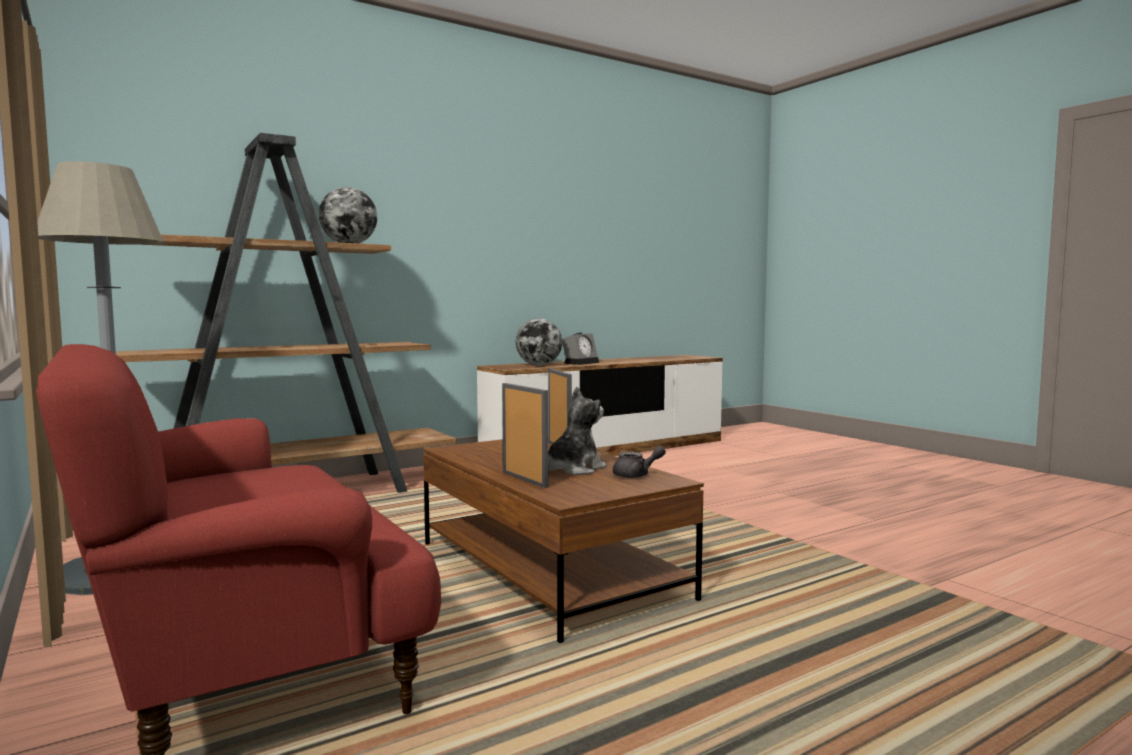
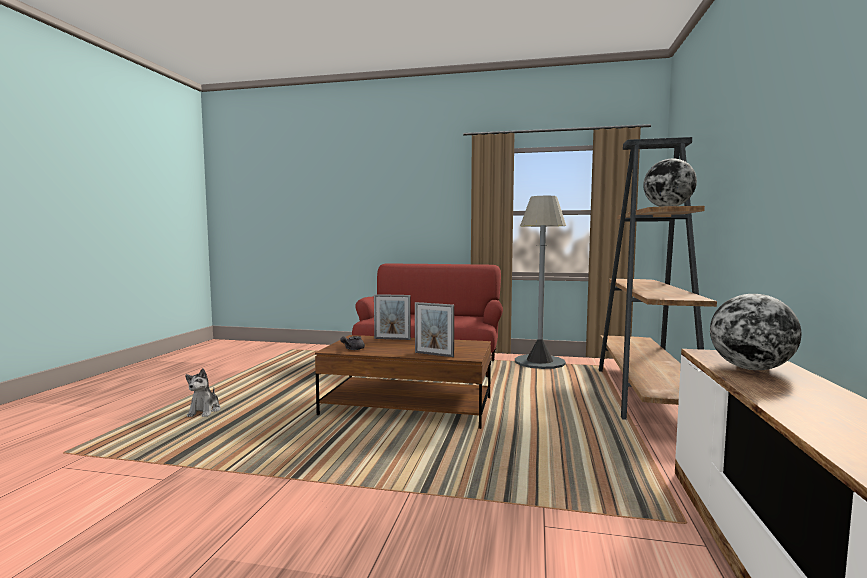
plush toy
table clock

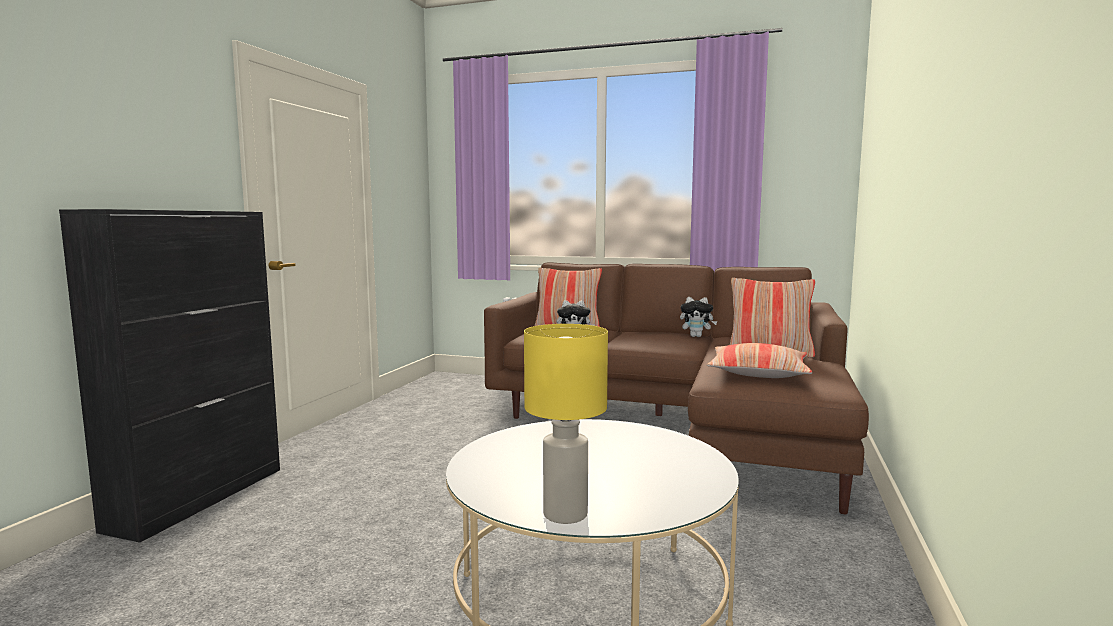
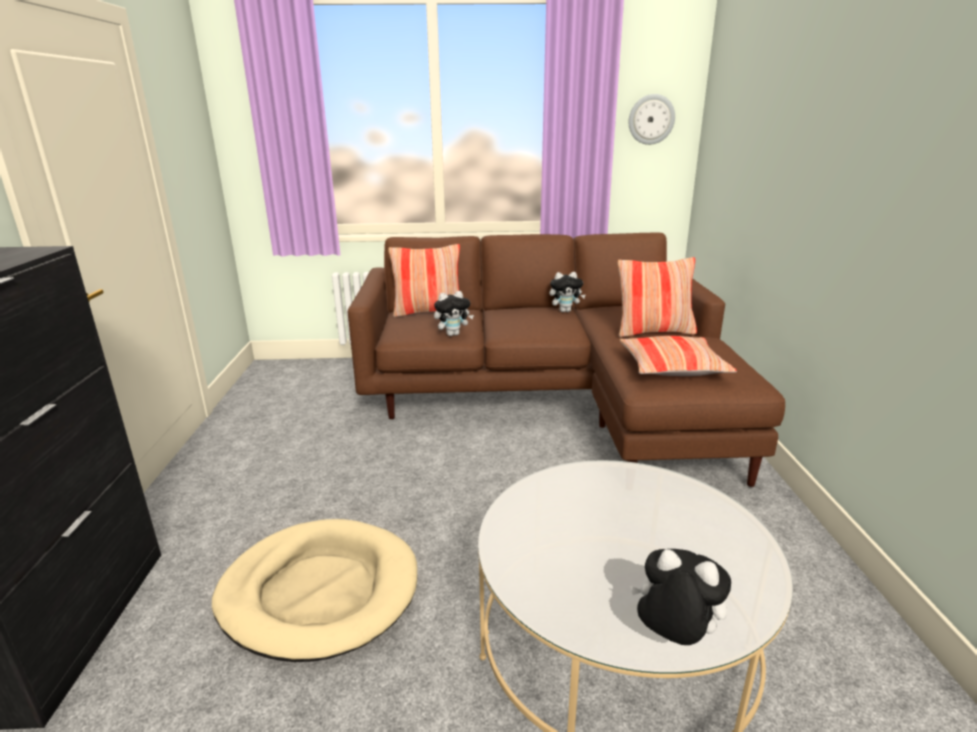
plush toy (3rd from left)
dog cushion (beige-coloured)
wall clock

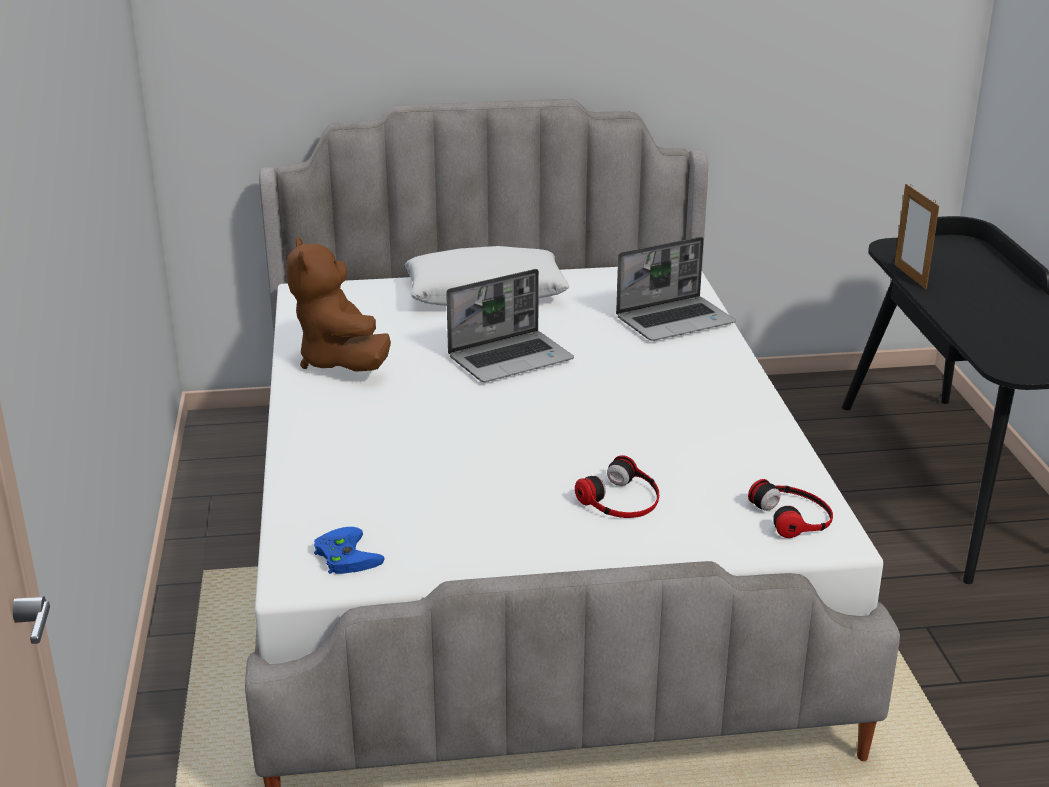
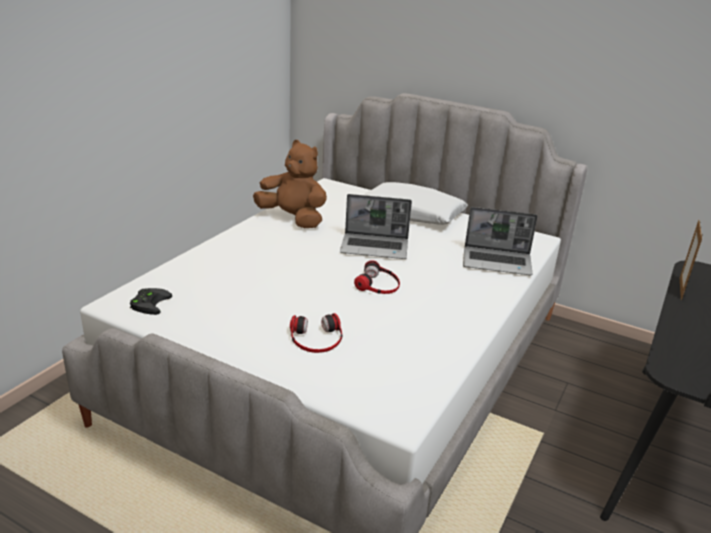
plush toy (brownish)
joypad (black)
pair of headphones (2nd from left)

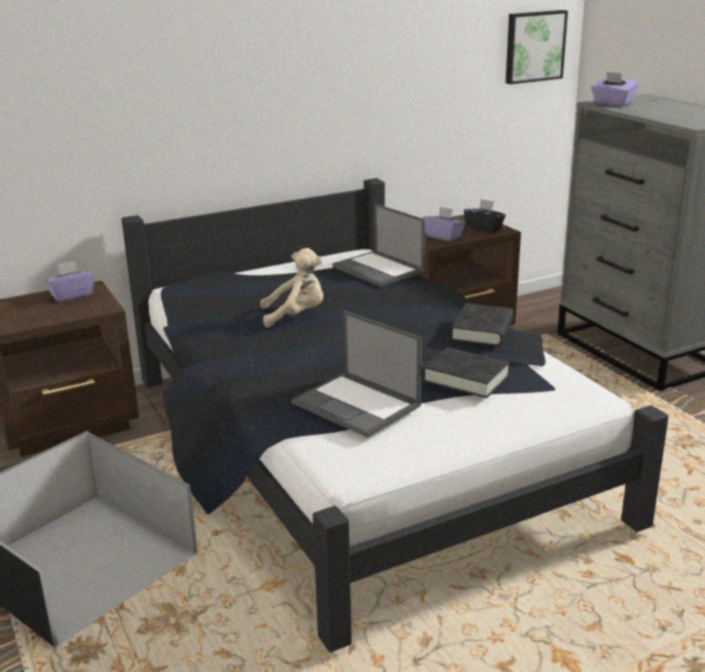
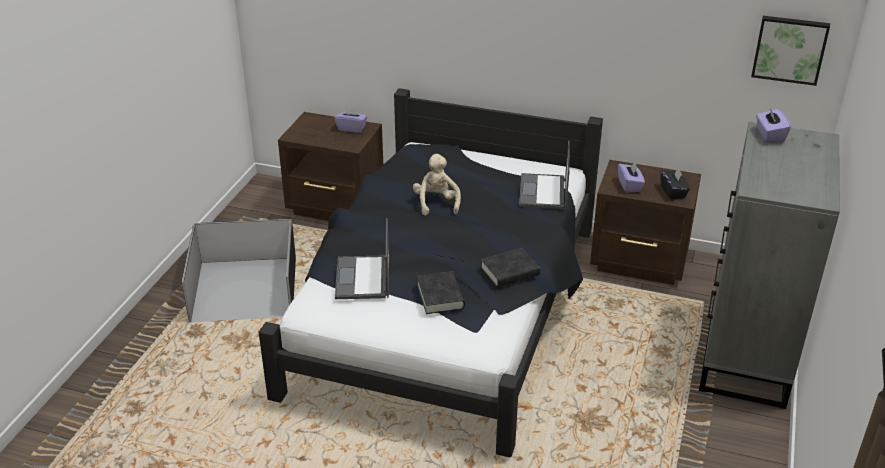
plush toy (beige-coloured)

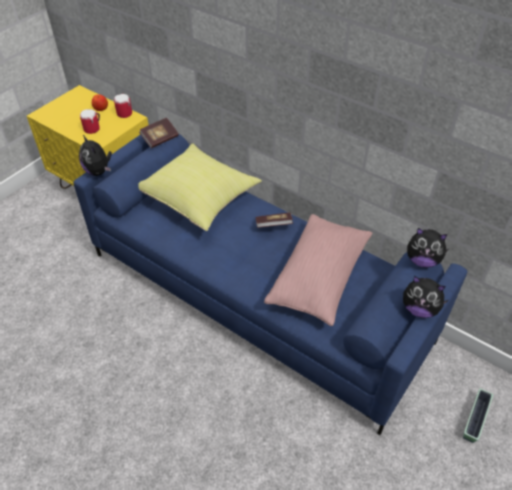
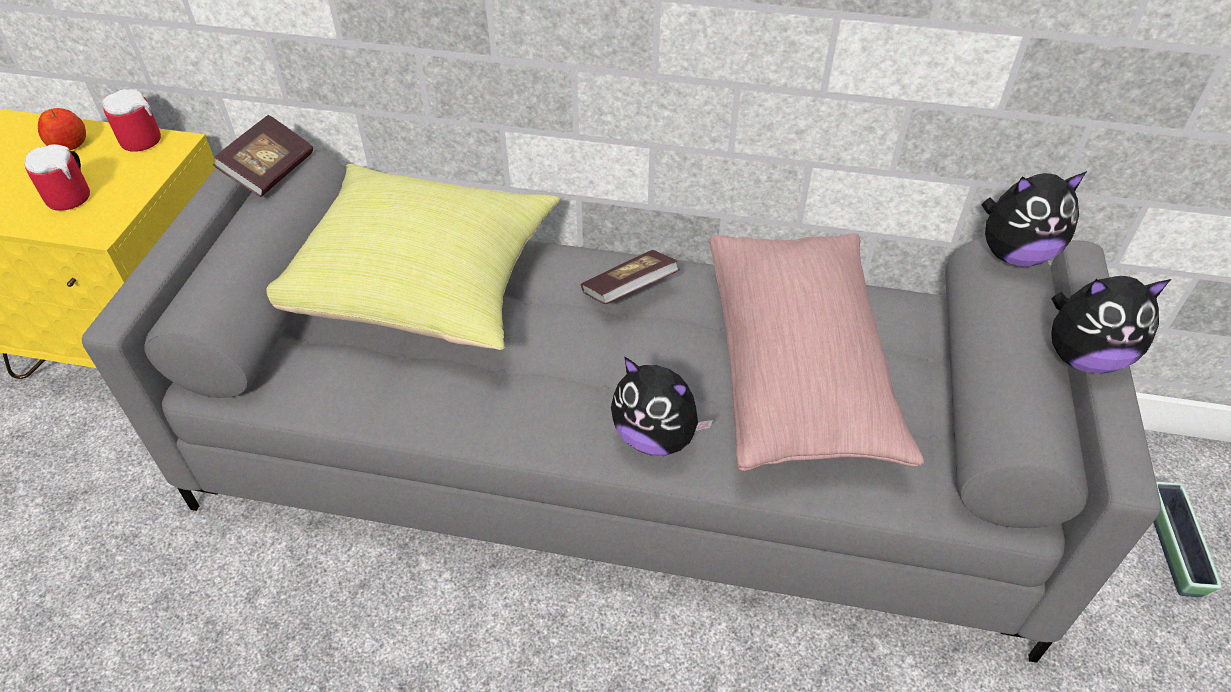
settee (greyish)
plush toy (1st from left)

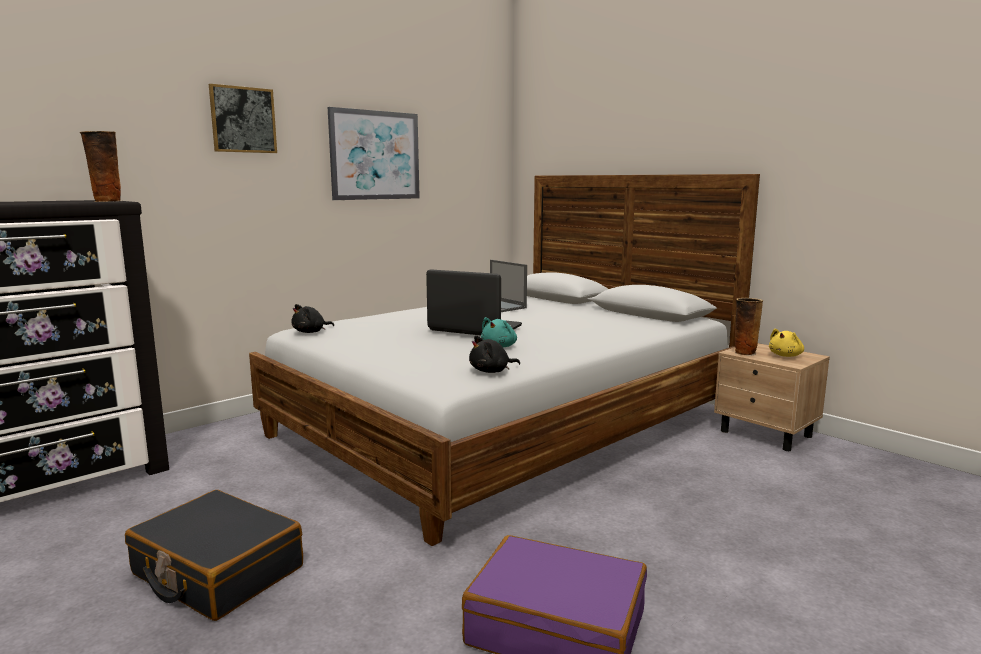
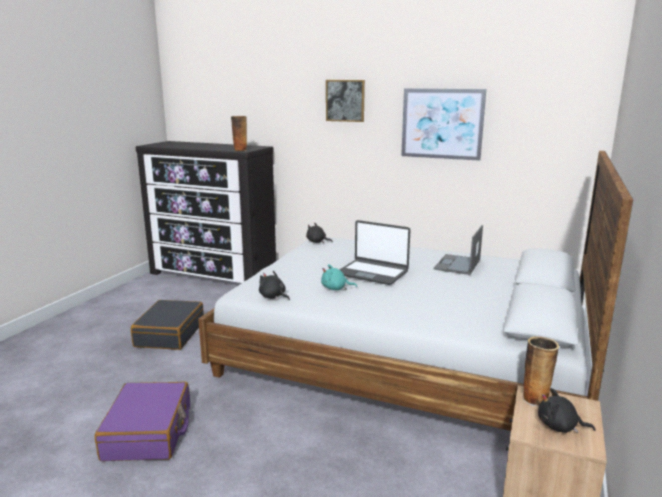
notebook computer (1st from left)
plush toy (black) (3rd from left)

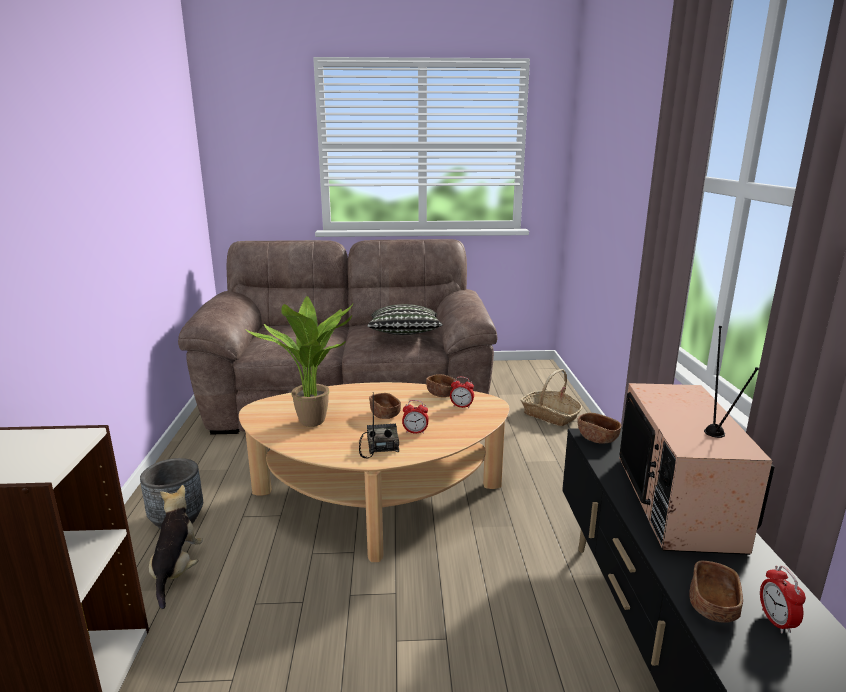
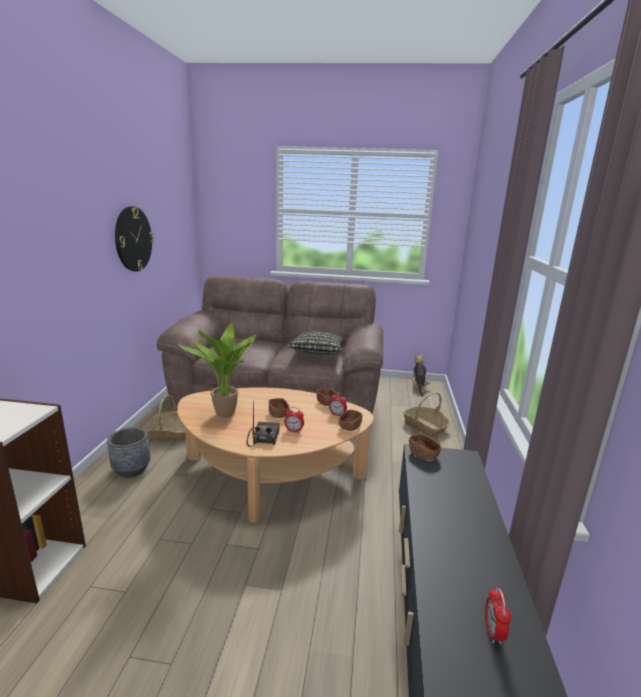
plush toy
TV set
deep dish (brownish) (3rd from left)
wall clock
storage basket (1st from left)

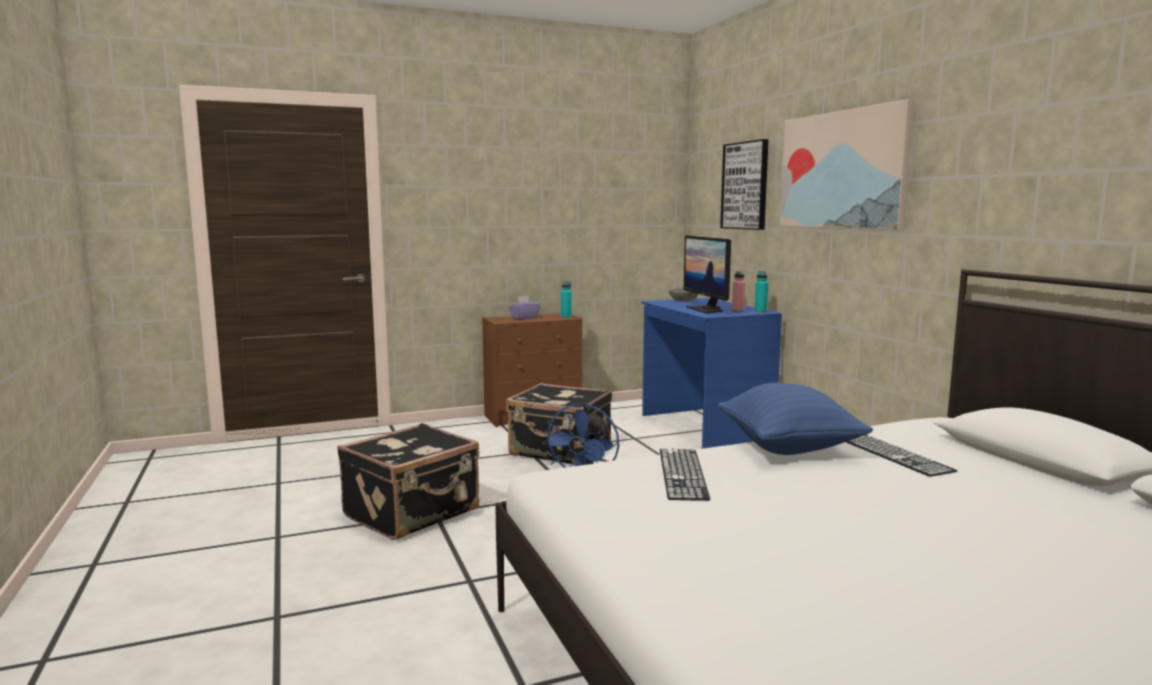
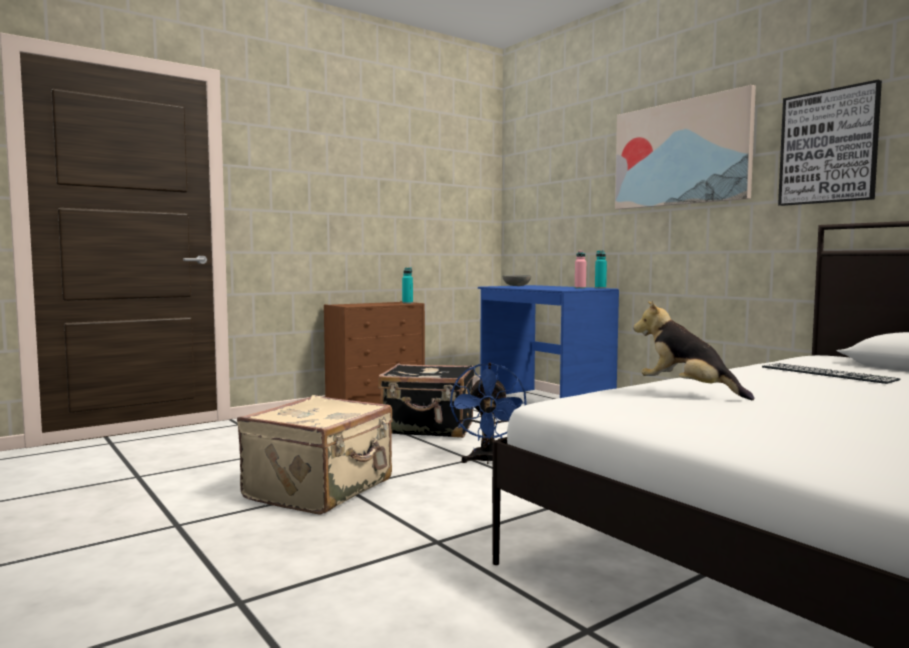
piece of luggage (beige-coloured)
box of tissues (purple)
plush toy
computer display
cushion (blue)
wall art (2nd from left)

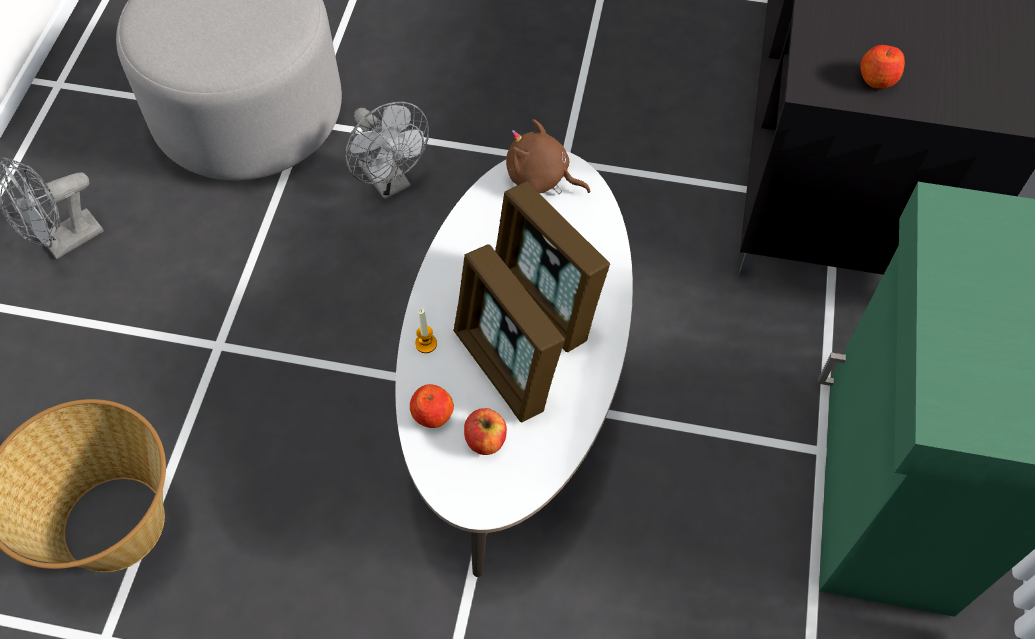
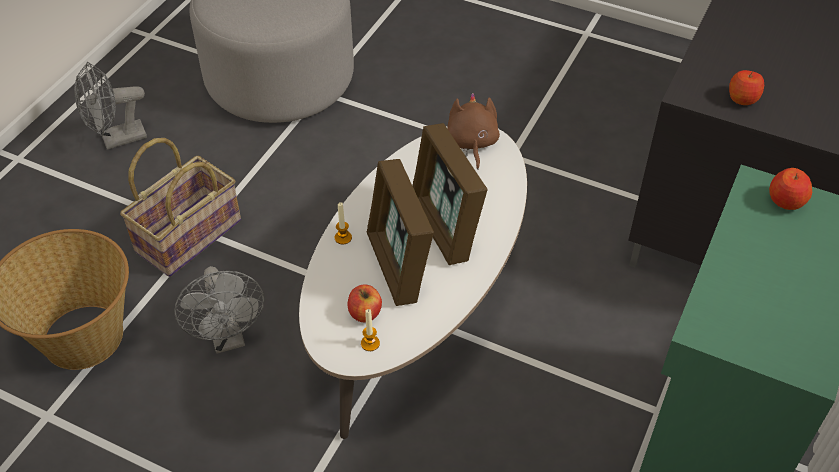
fan (greyish) (2nd from left)
apple fruit (3rd from left)
plush toy (brownish)
storage basket (2nd from left)
wax candle (2nd from left)

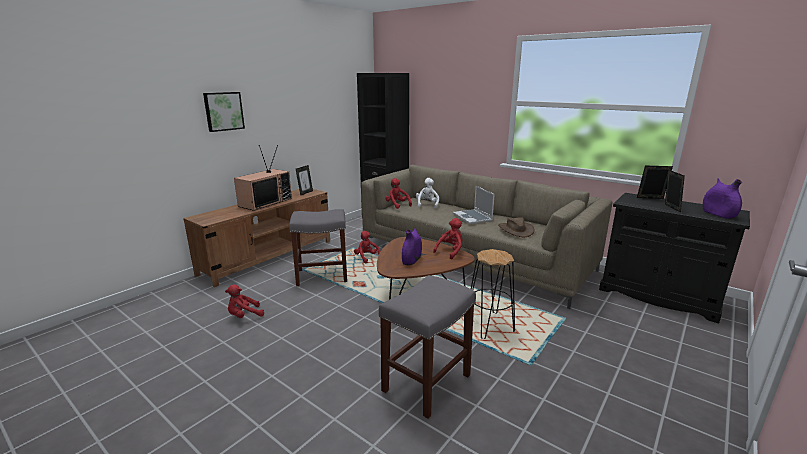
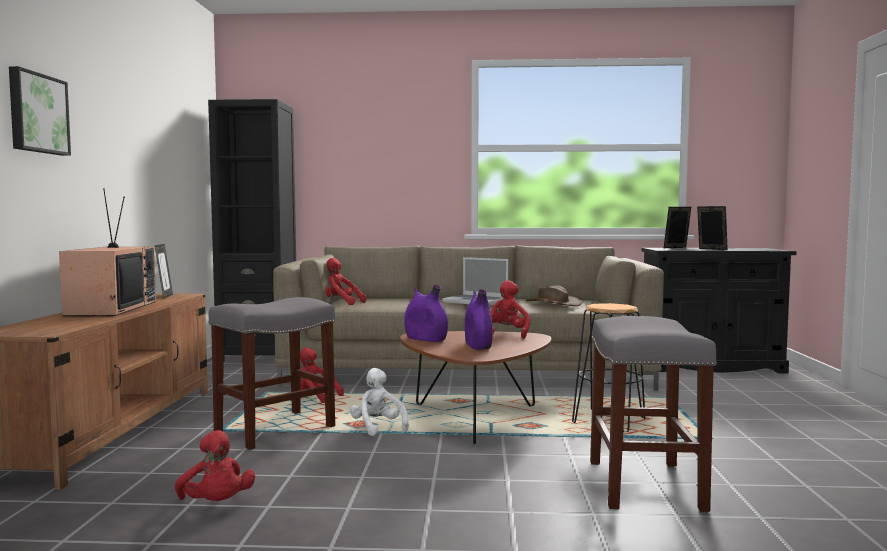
plush toy (reddish) (1st from left)
plush toy (white-coloured)
decorative vase (purple) (1st from left)

